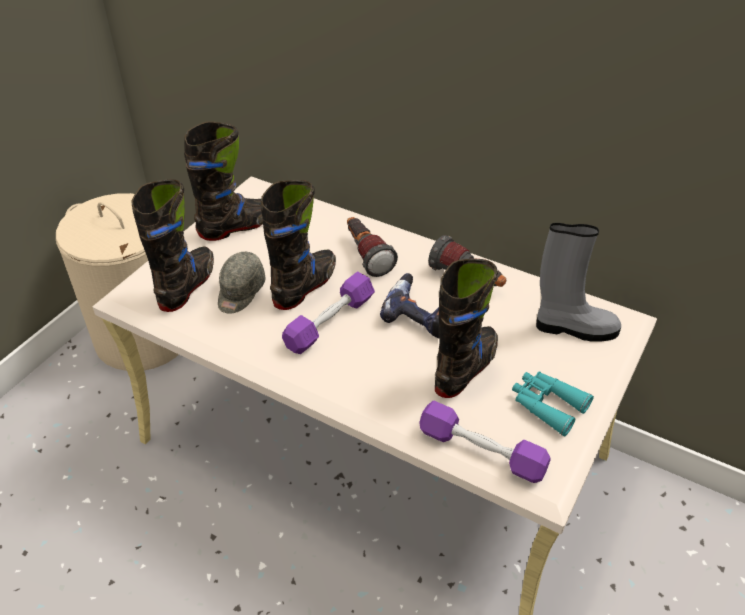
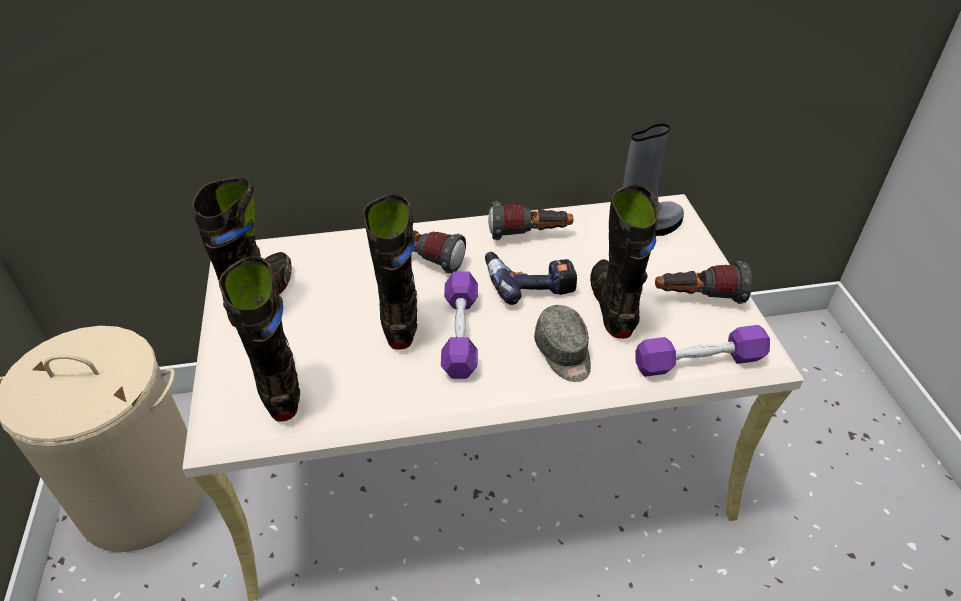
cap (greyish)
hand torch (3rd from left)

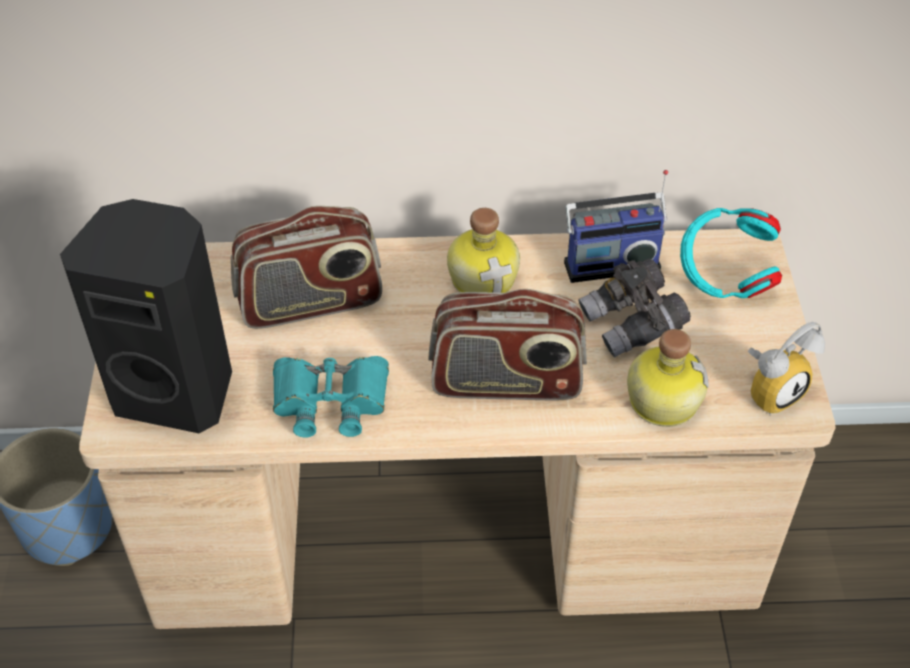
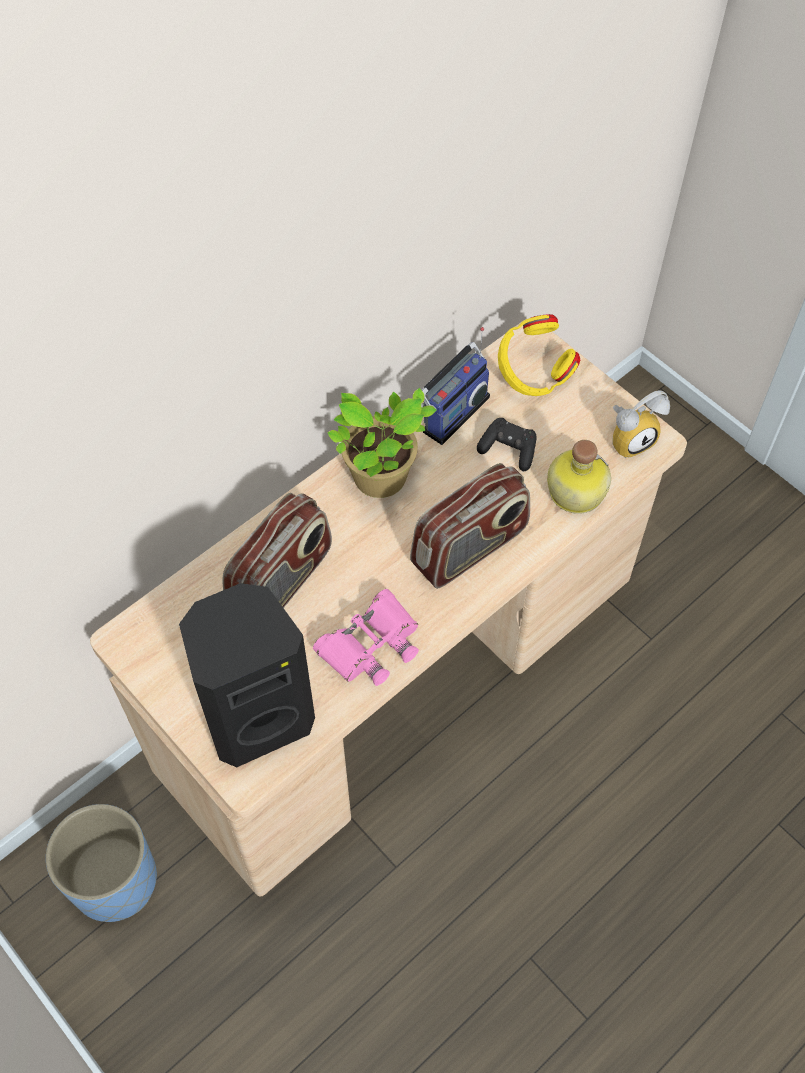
field glasses (pink-coloured)
houseplant
joypad (black)
pair of headphones (yellowish)
table clock

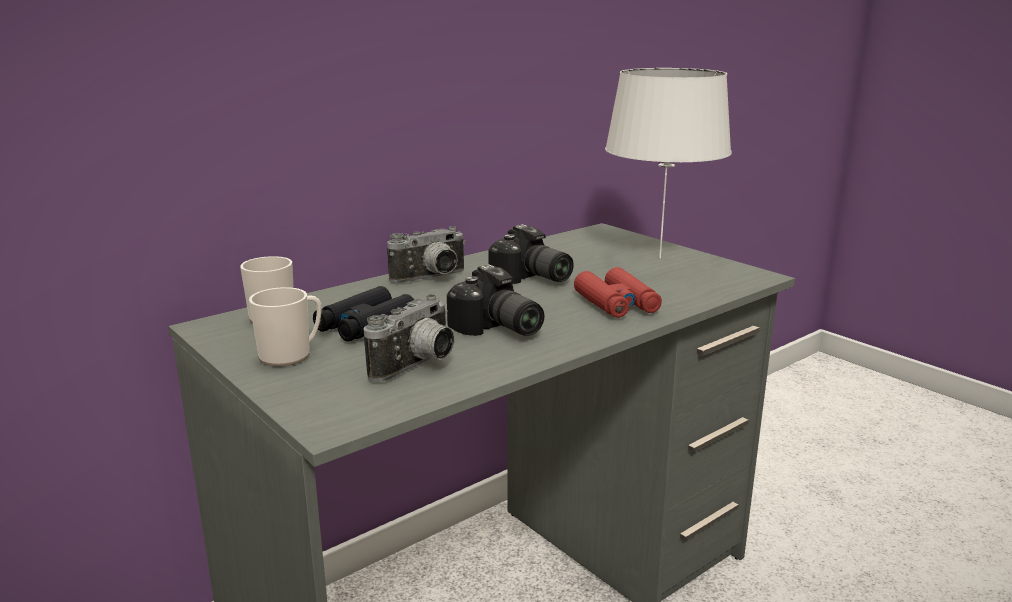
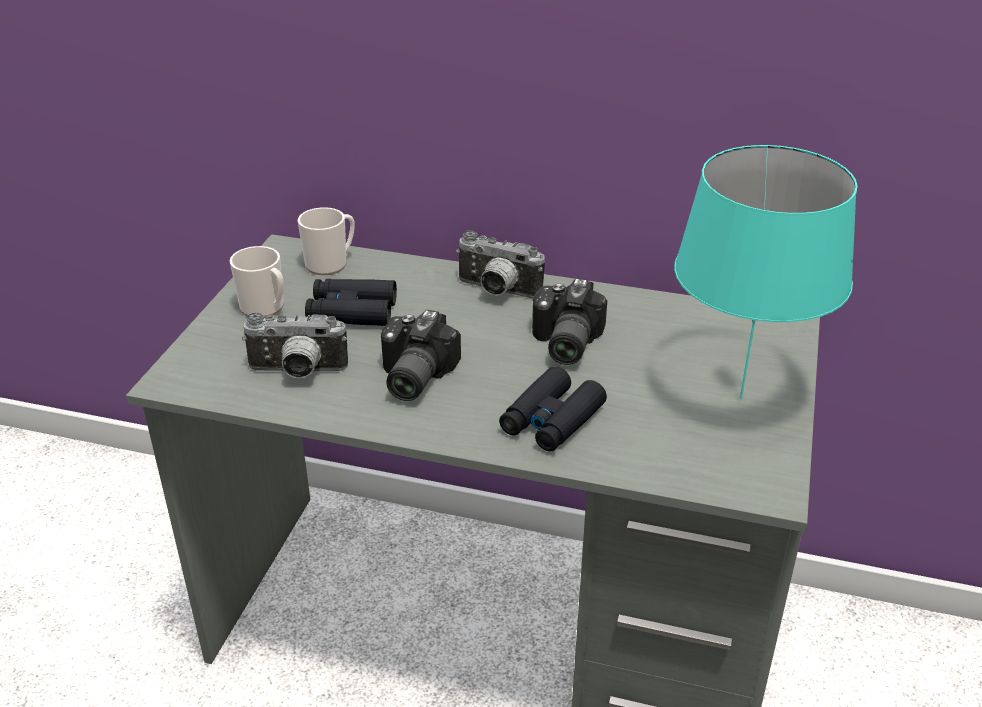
field glasses (black) (2nd from left)
table lamp (turquoise)

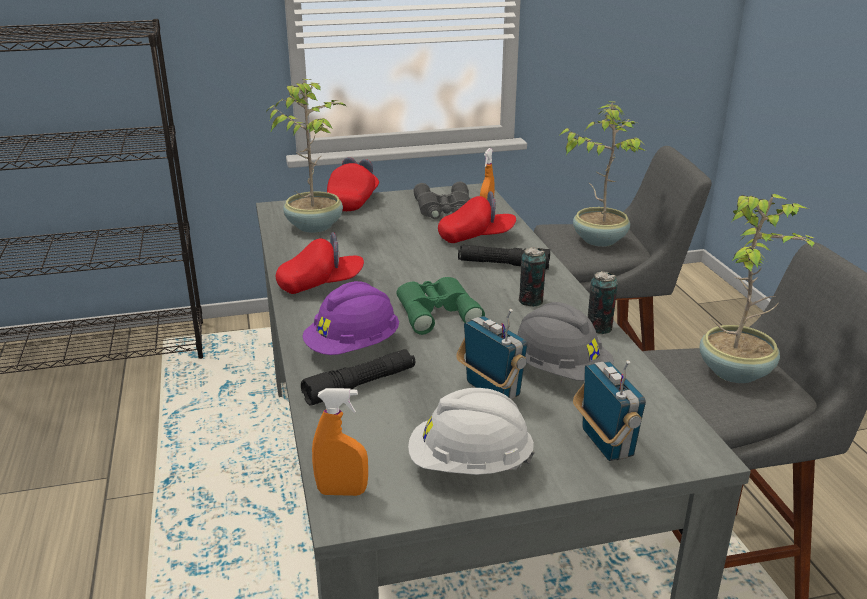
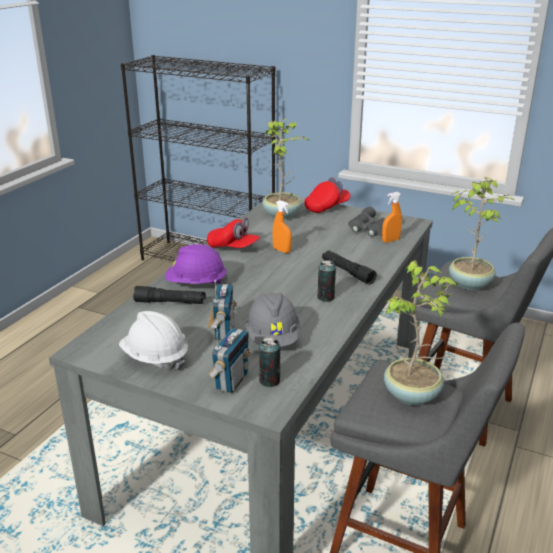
spray bottle (orangey) (1st from left)
field glasses (green-coloured)
cap (reddish) (3rd from left in the first image)
sealed can (1st from left)

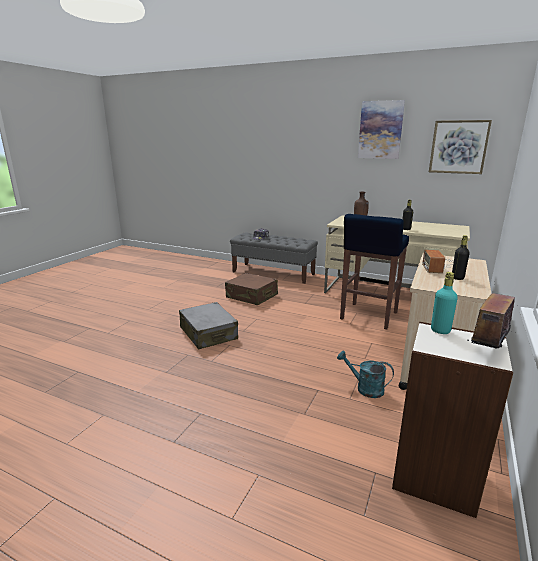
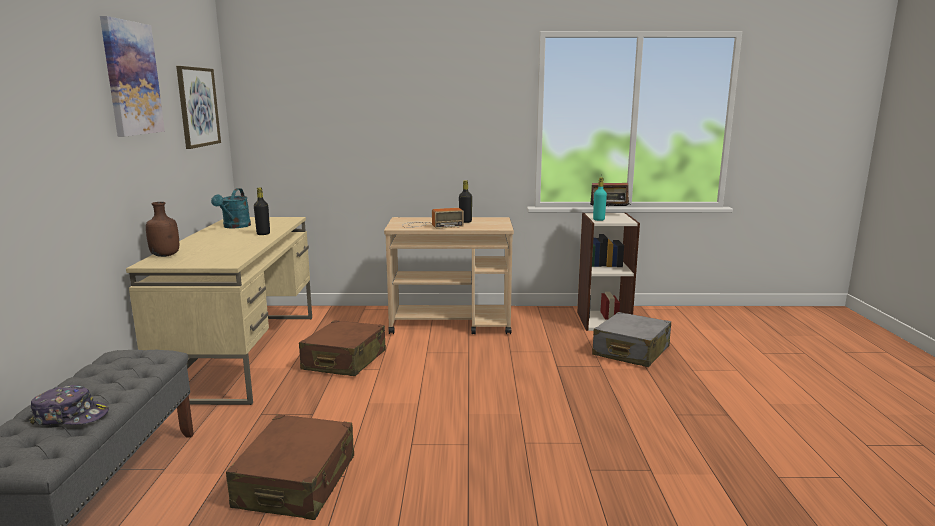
piece of luggage (greyish)
watering pot (turquoise)
piece of luggage (brownish) (2nd from left)

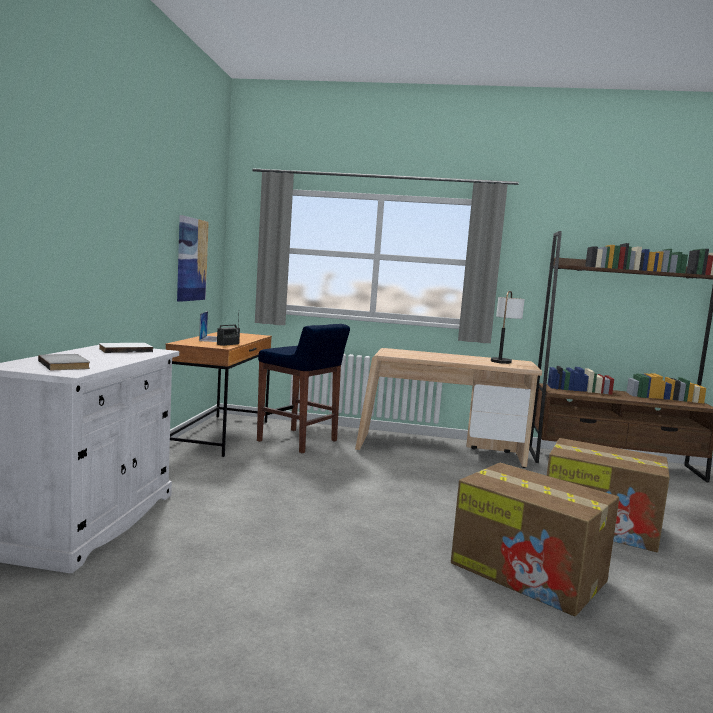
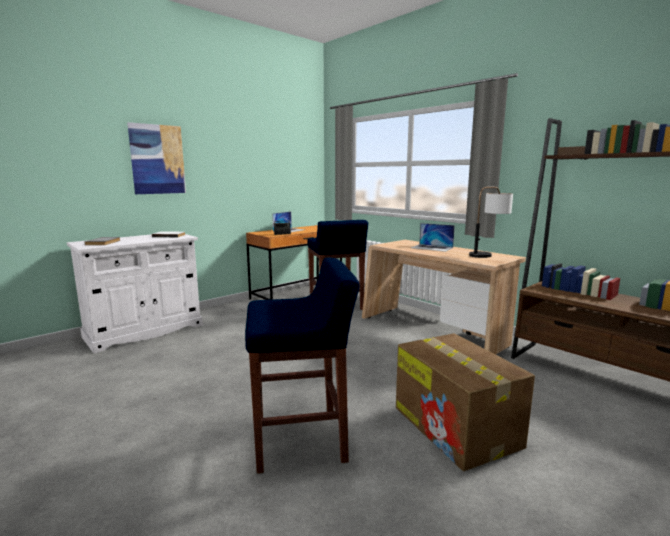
wall art
sitting stool (blue) (1st from left)
notebook computer (2nd from left)

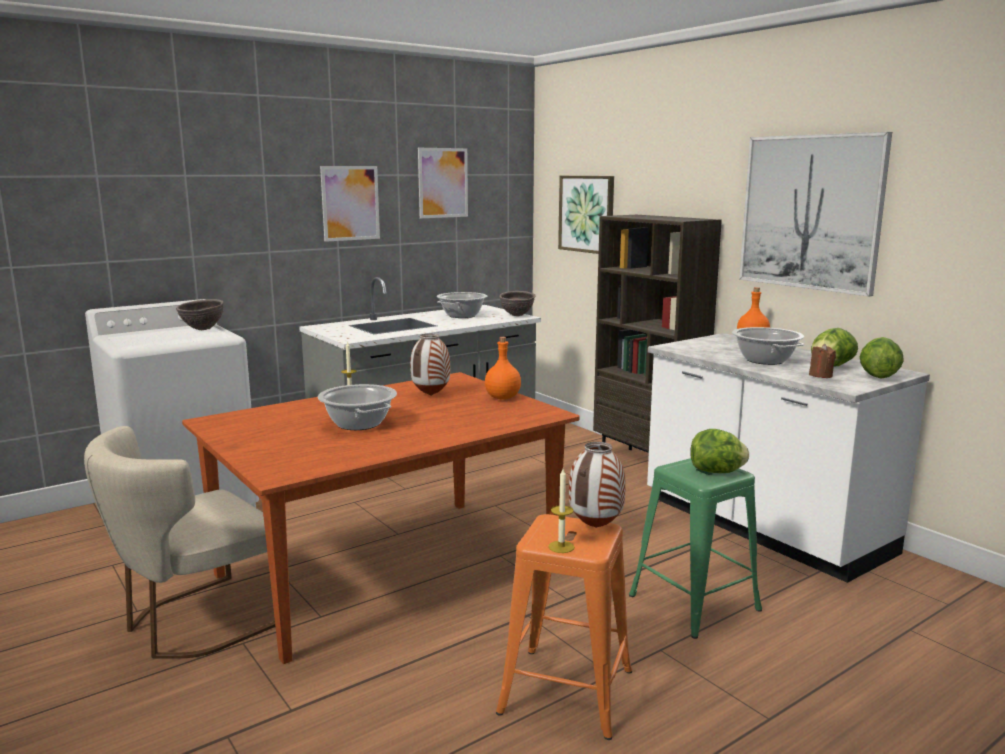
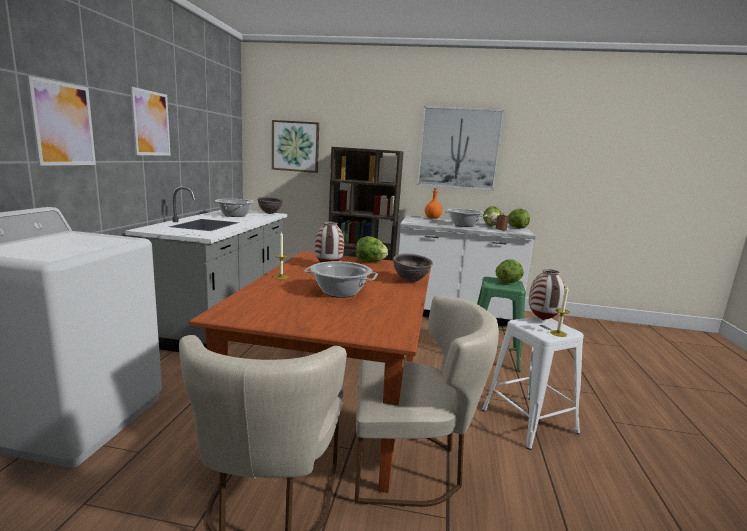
deep dish (brownish) (2nd from left)
wall art (1st from left)
head of lettuce (1st from left)
sitting stool (white-coloured)
upright chair (beige-coloured) (2nd from left)

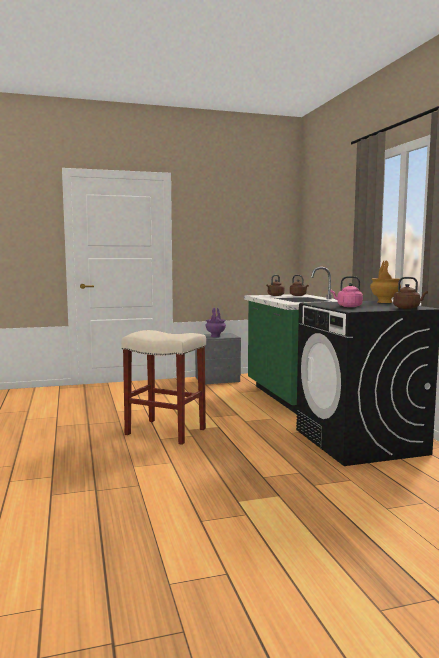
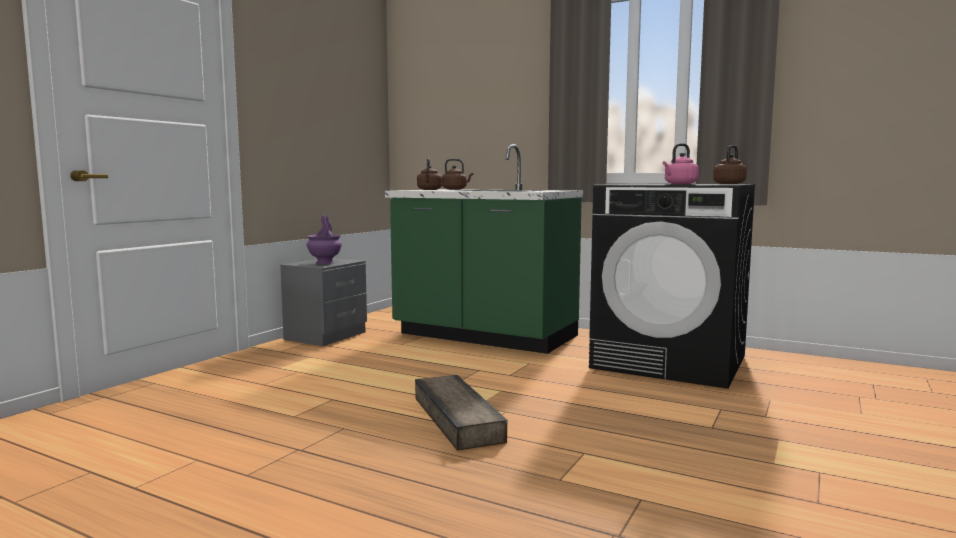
crate
decorative vase (brownish)

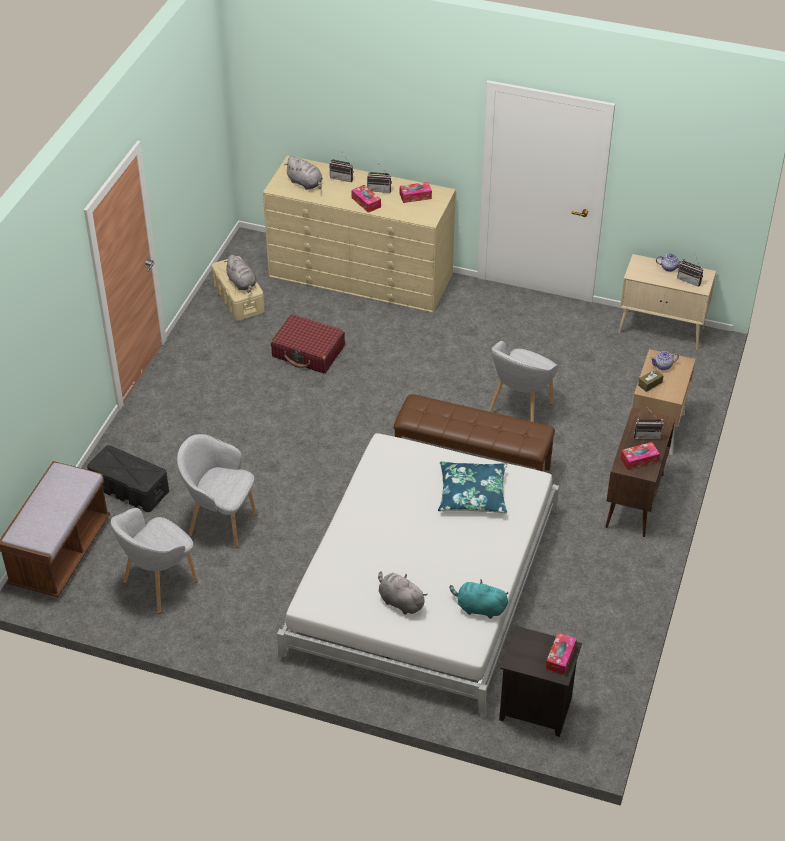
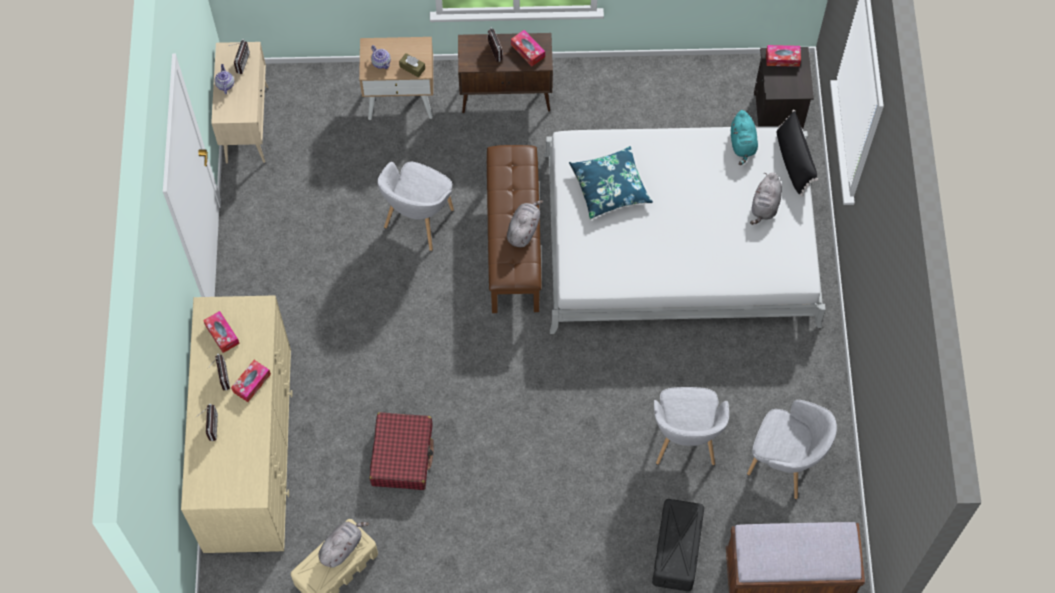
plush toy (greyish) (2nd from left)
armchair (greyish) (1st from left)
cushion (black)

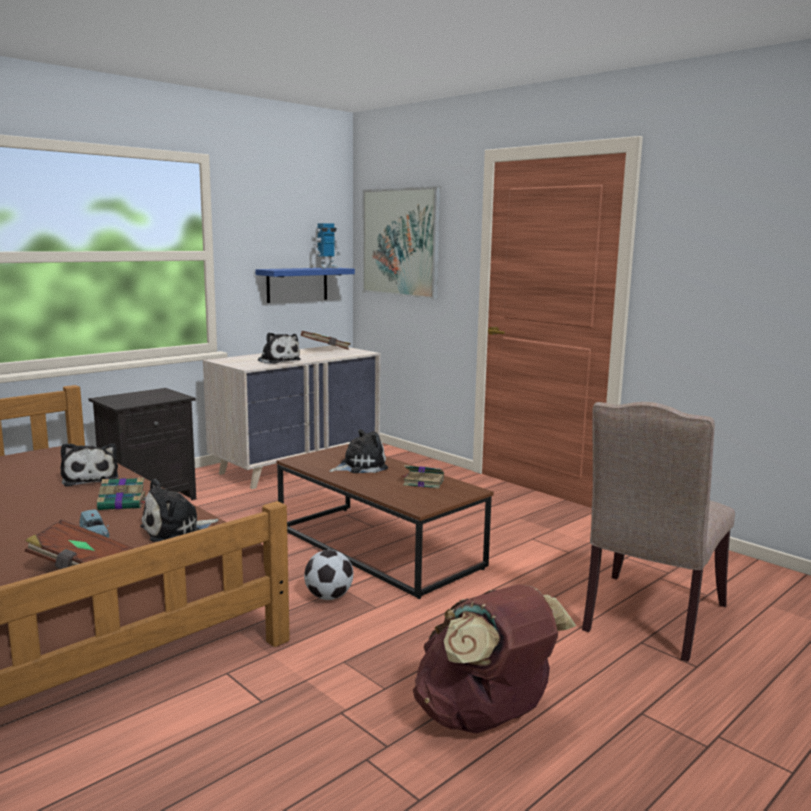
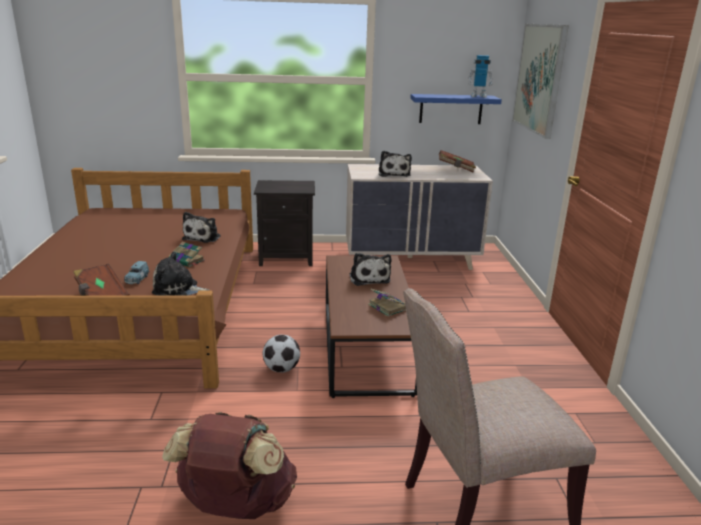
plush toy (3rd from left)

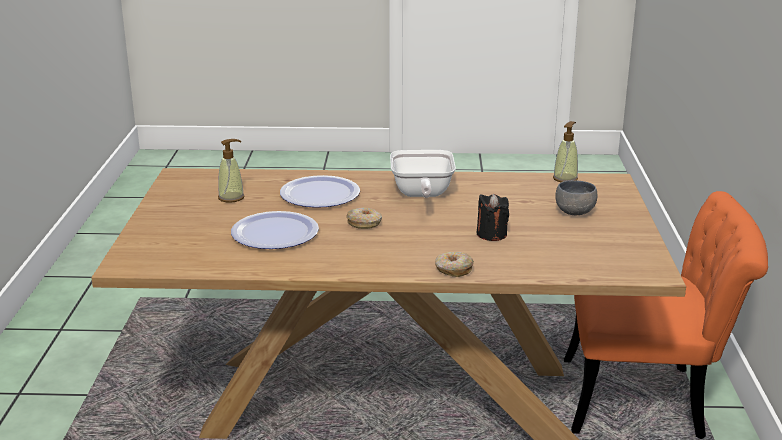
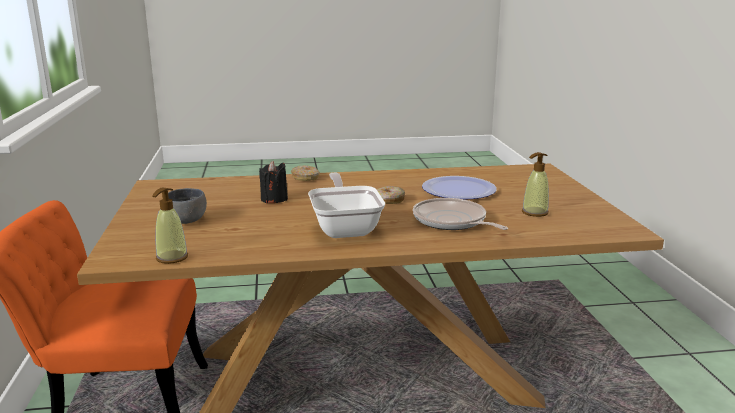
frying pan (2nd from left)

